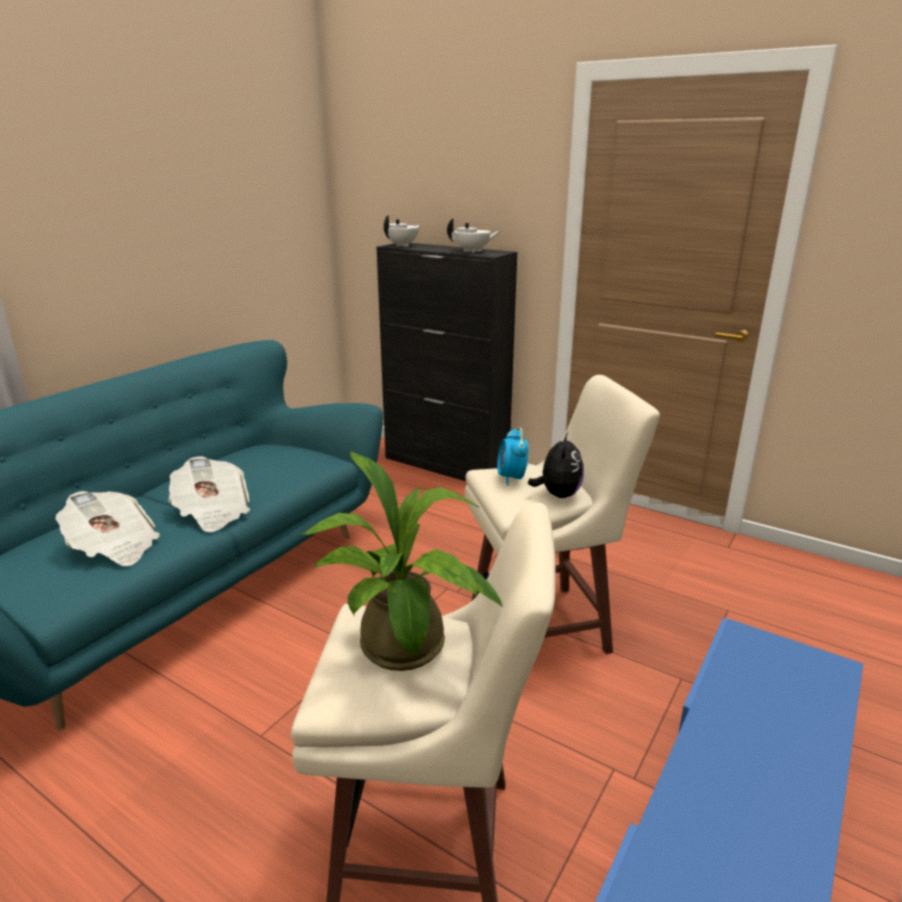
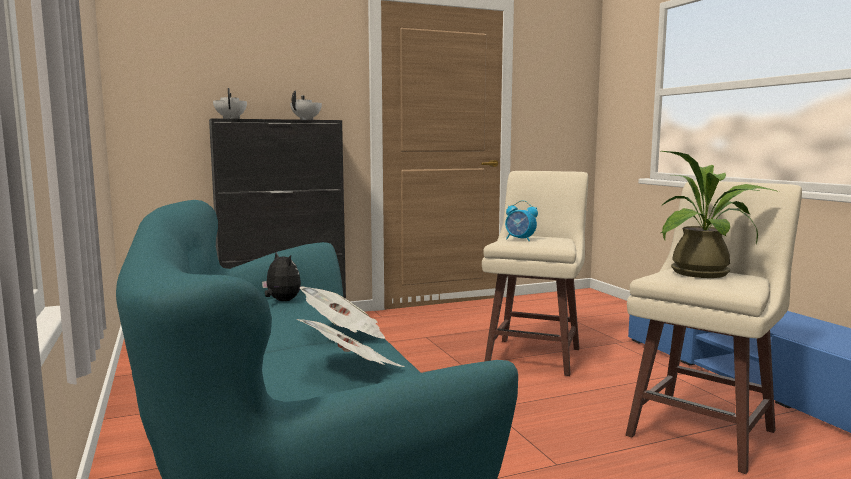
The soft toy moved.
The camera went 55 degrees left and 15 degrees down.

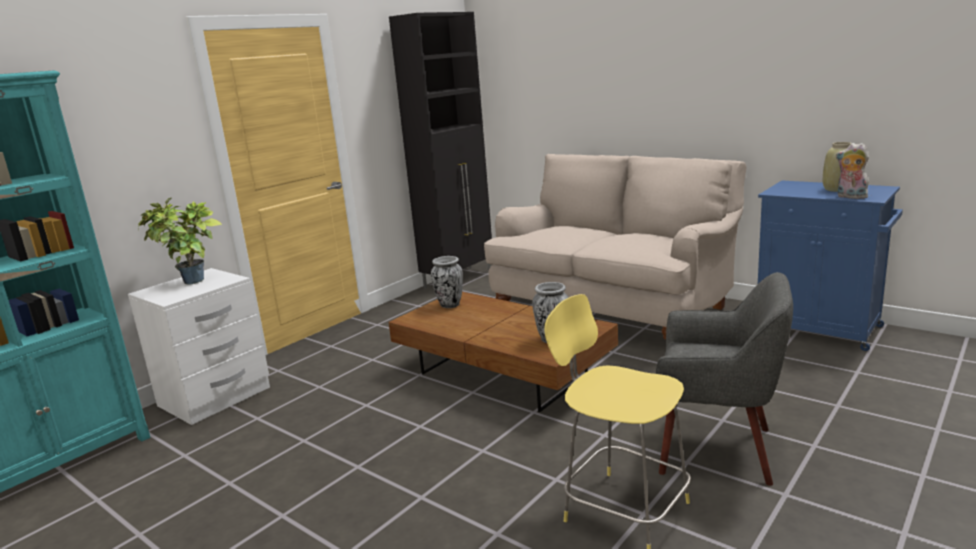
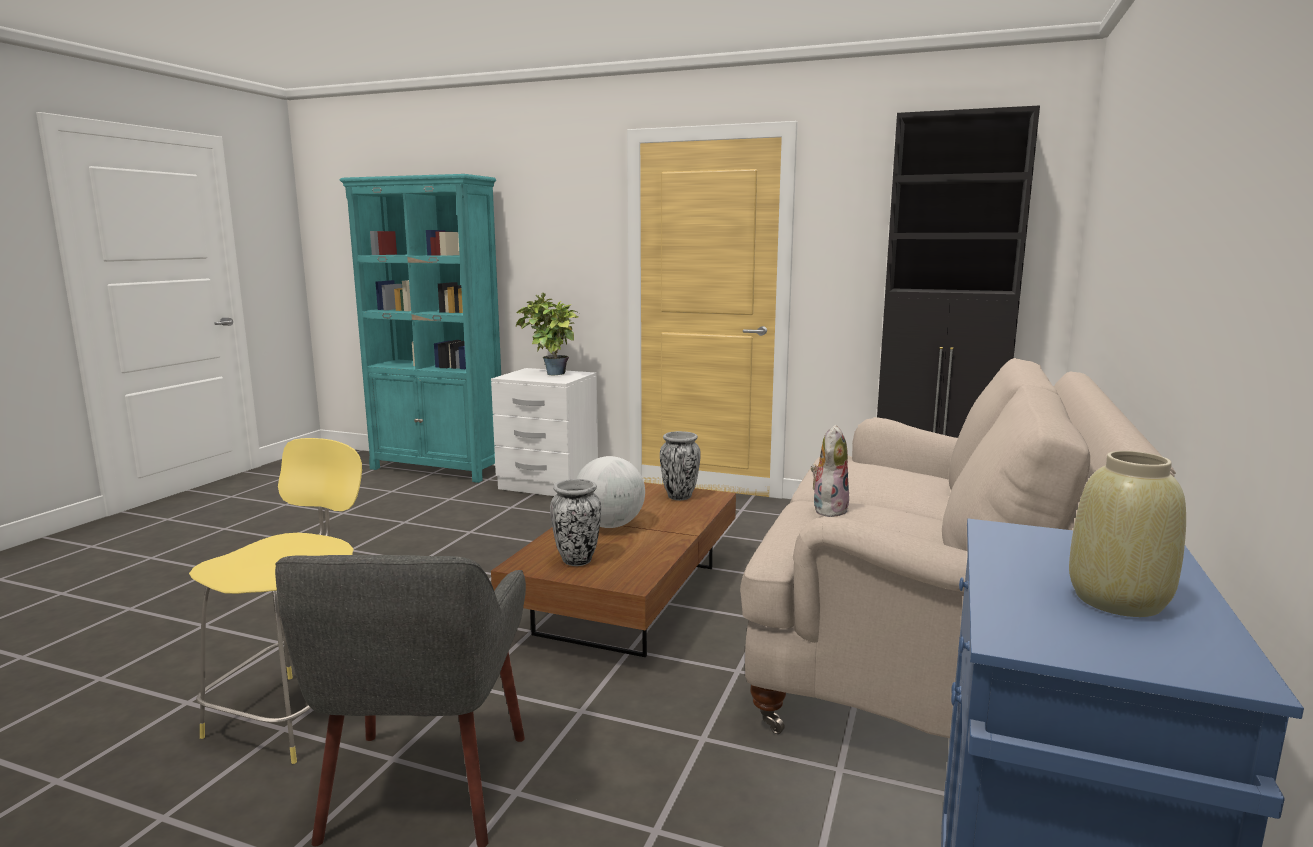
The soft toy moved.
The globe appeared.
The camera went 70 degrees right and 5 degrees down.

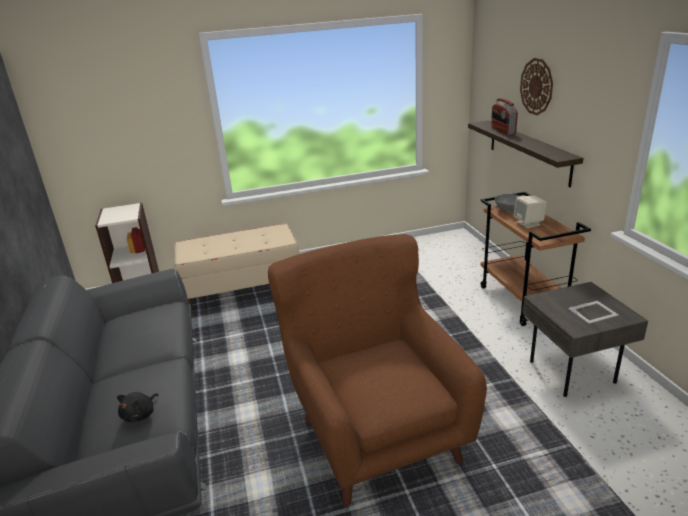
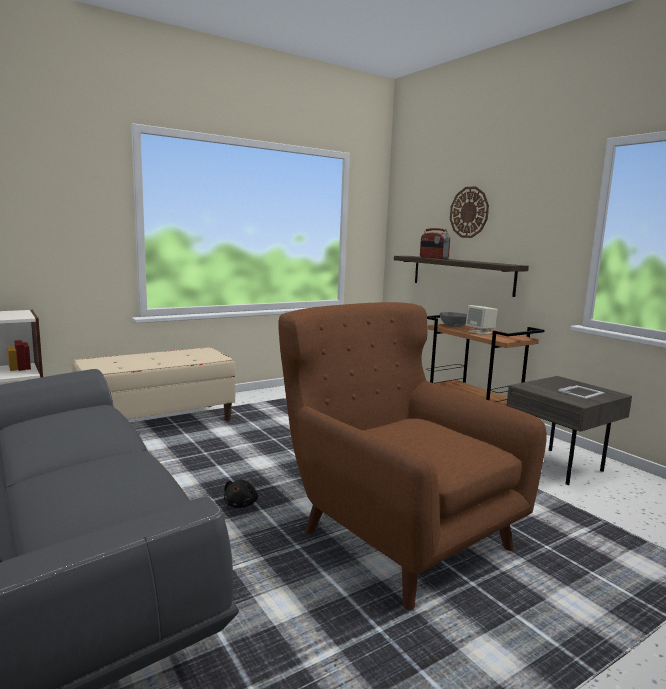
The blackish soft toy moved.
The camera went 20 degrees left and 15 degrees down.

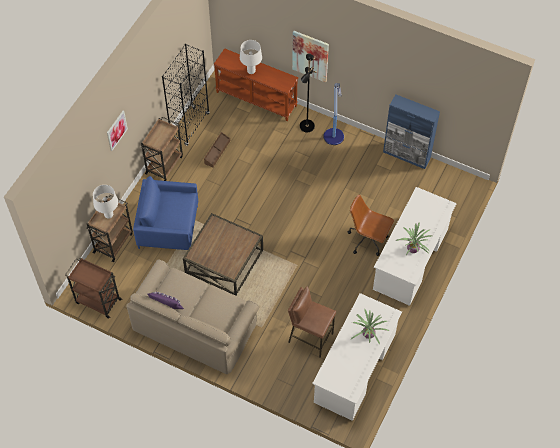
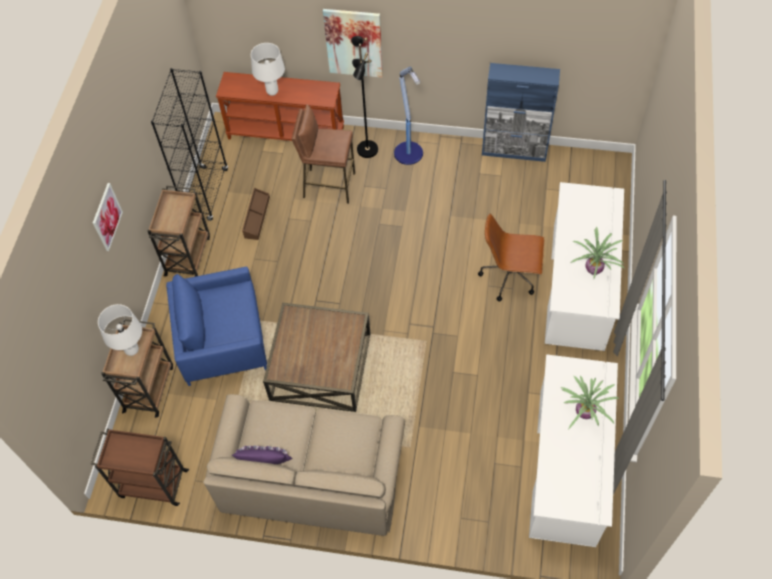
The brown sitting stool moved.
The camera went 15 degrees left and 0 degrees up.

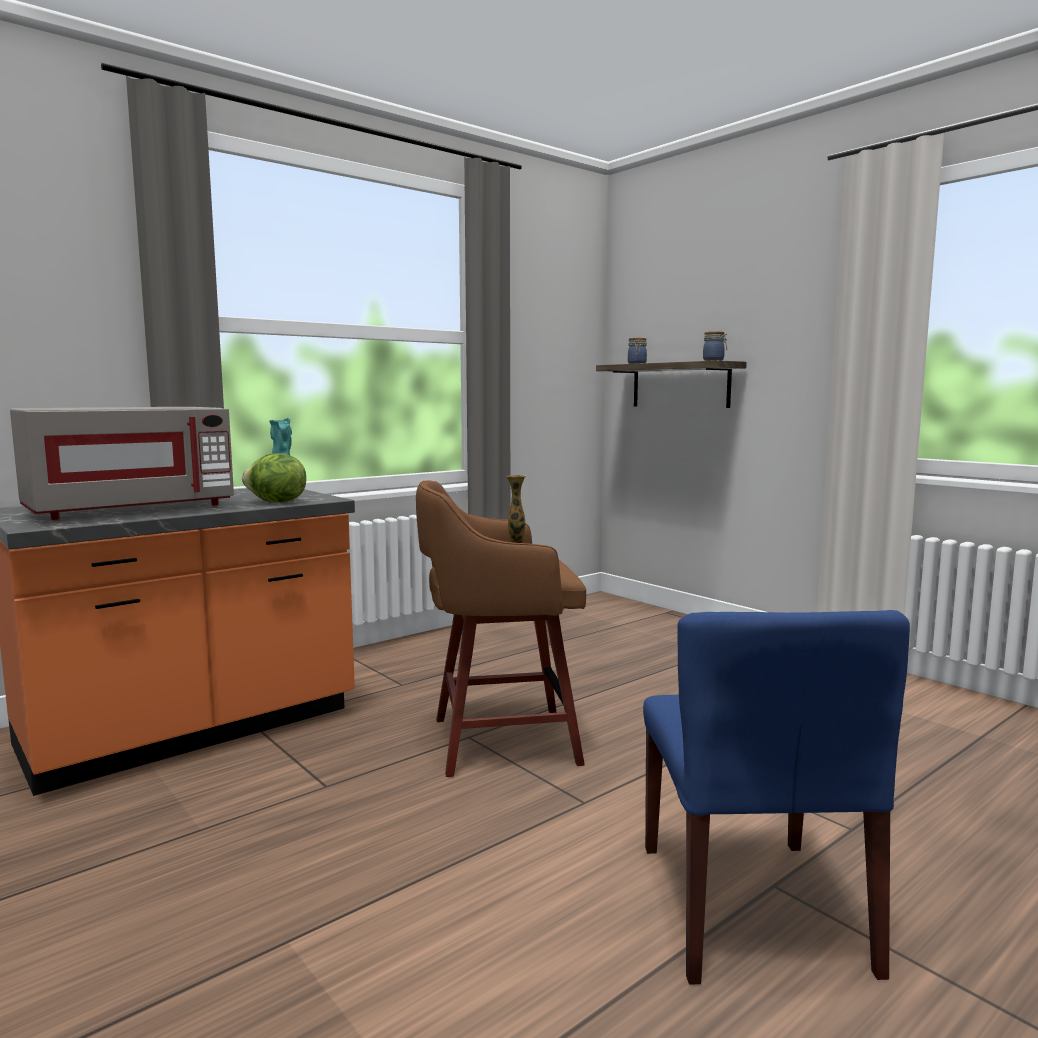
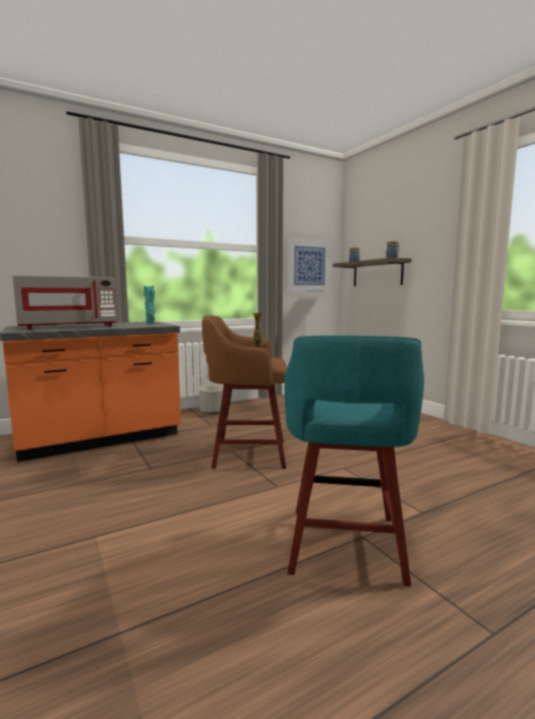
The head of lettuce disappeared.
The blue-coloured upright chair was replaced by the turquoise-coloured sitting stool.
The gray plant pot appeared.
The wall art appeared.
The camera went 10 degrees right and 0 degrees up.

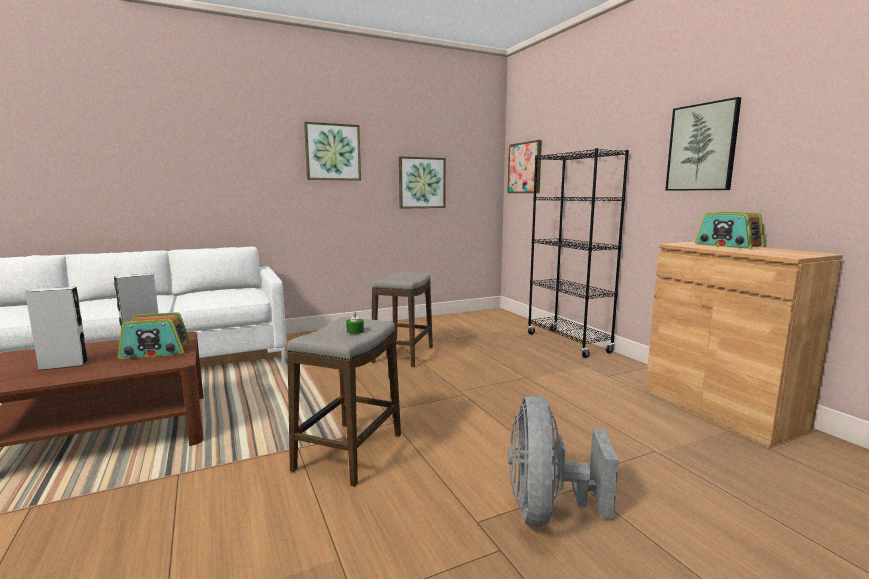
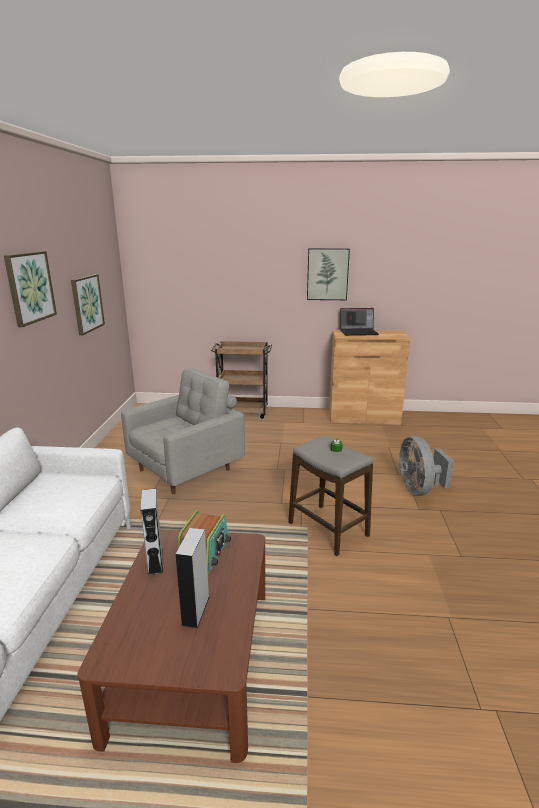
The sitting stool (2nd from left) was replaced by the gray lounge chair.
The wall art (3rd from left) disappeared.
The gray fan turned 45 degrees clockwise.
The blackish shelving unit was replaced by the brown wheeled cart.
The radio set (2nd from left) was replaced by the laptop.
The camera went 60 degrees left and 10 degrees up.

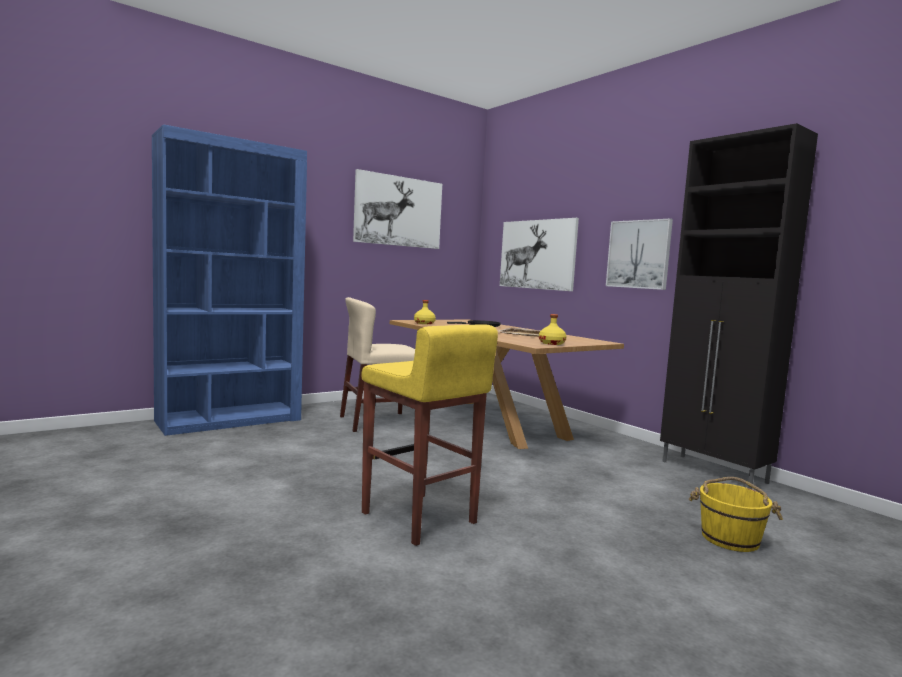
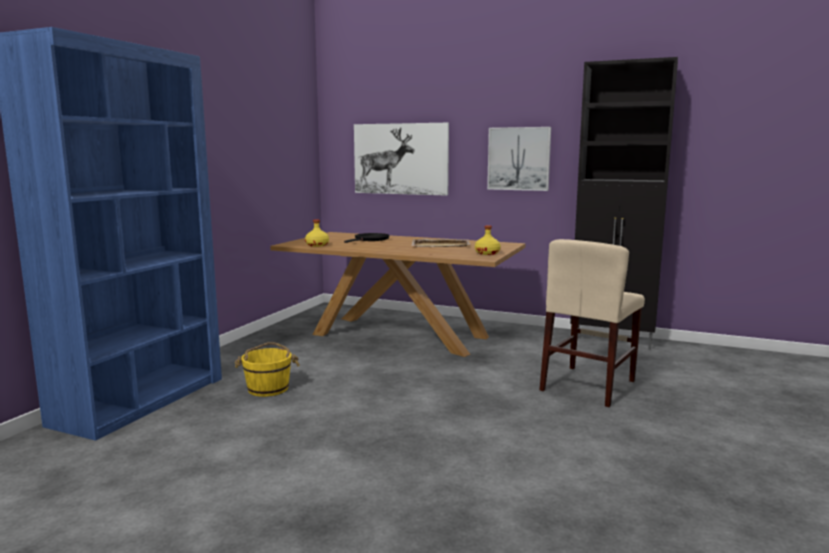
The beige-coloured upright chair moved.
The wall art (1st from left) disappeared.
The yellow sitting stool disappeared.
The yellow water bucket moved.
The camera went 30 degrees left and 5 degrees up.

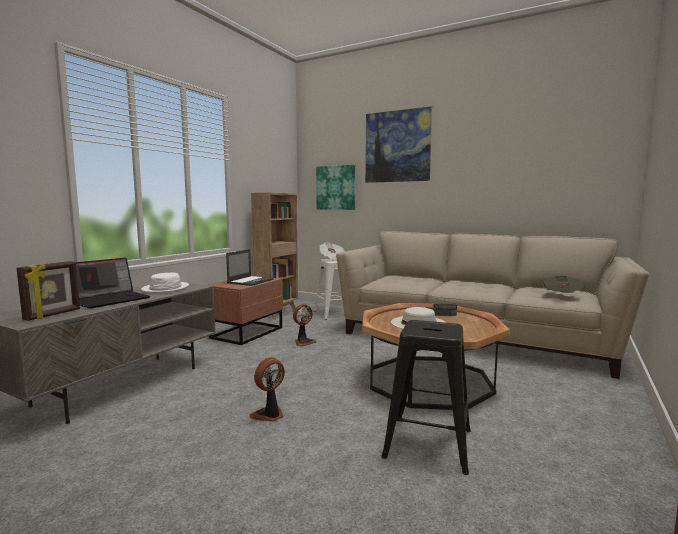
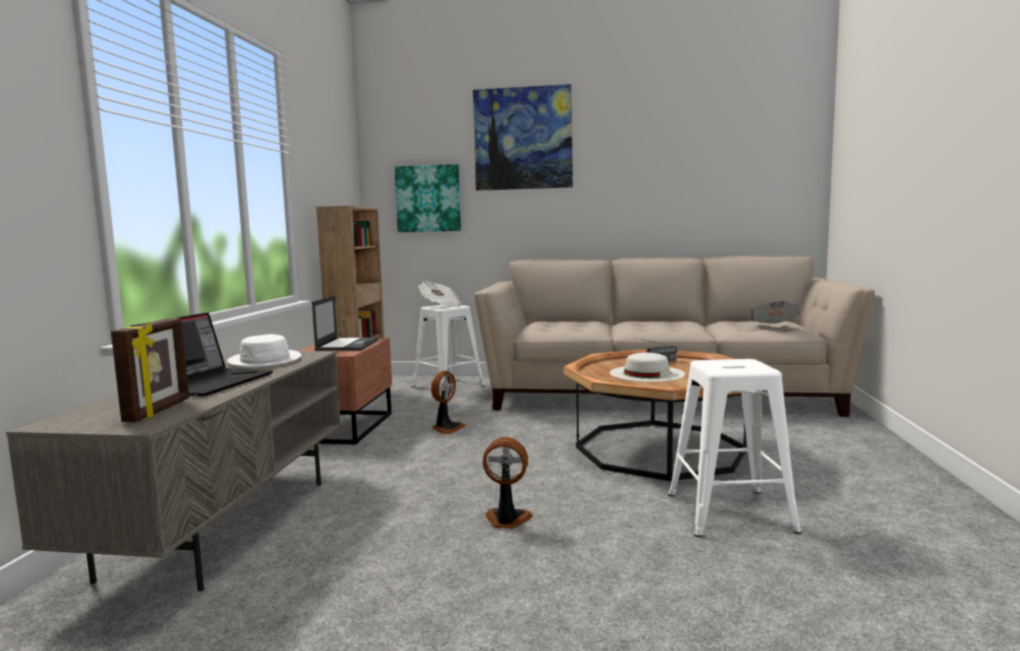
The fan (1st from left in the first image) turned 75 degrees clockwise.
The blackish sitting stool became the whitish sitting stool (2nd from left).
The camera went 20 degrees left and 0 degrees up.

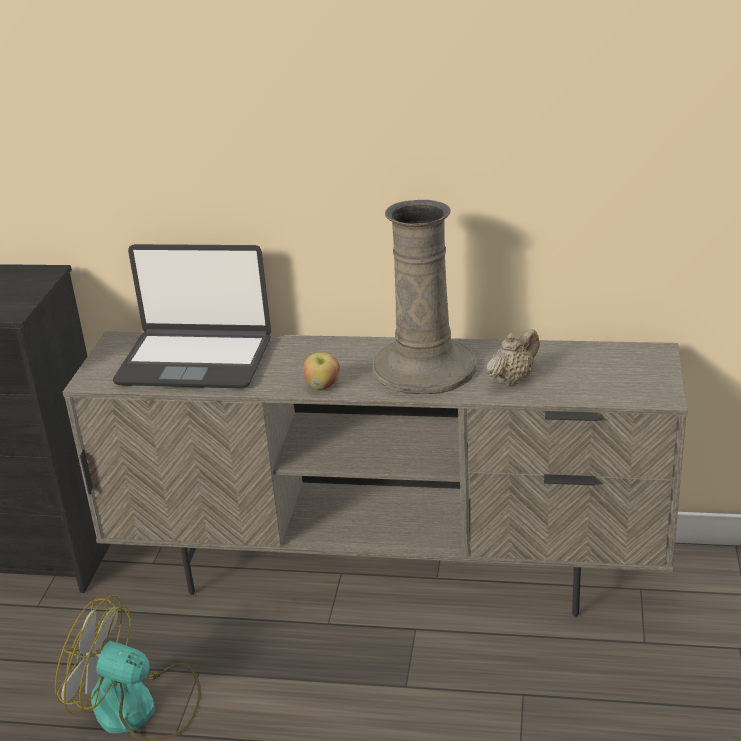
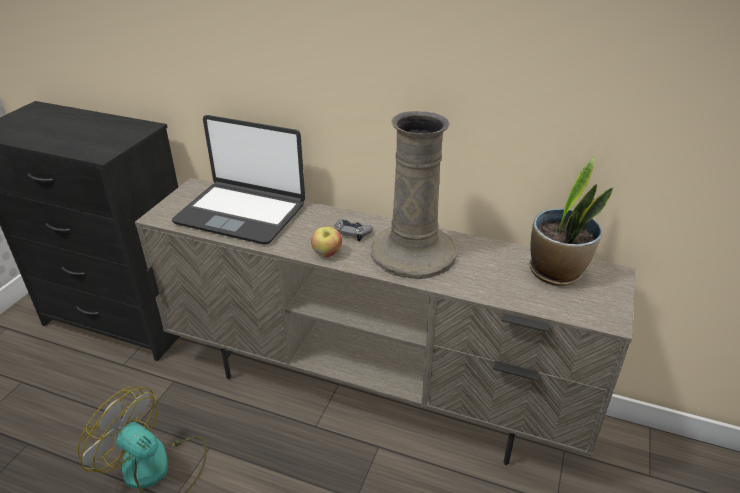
The beige-coloured teapot disappeared.
The gray game controller appeared.
The potted plant appeared.
The camera went 10 degrees right and 5 degrees up.

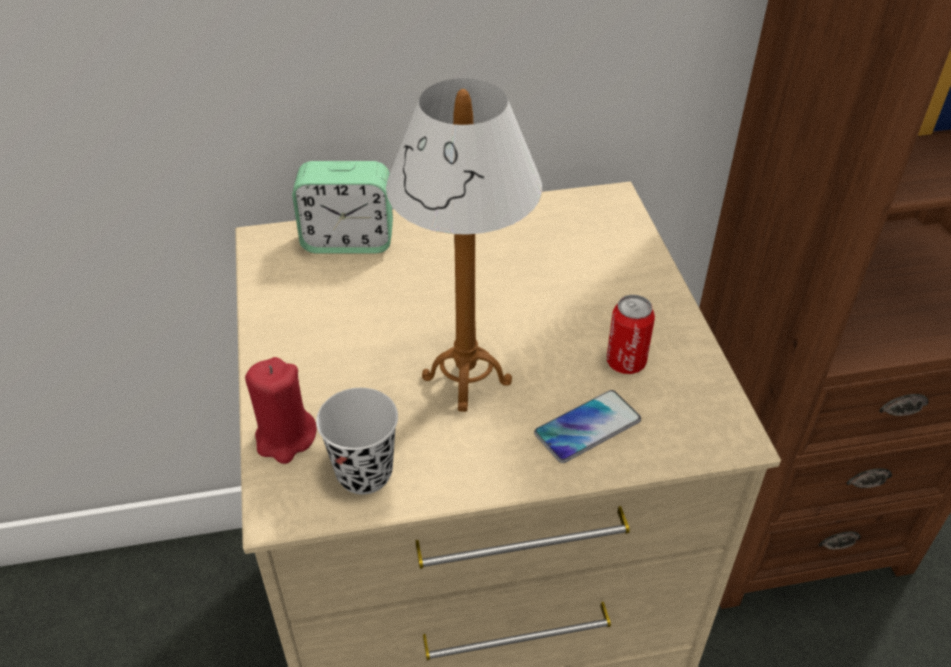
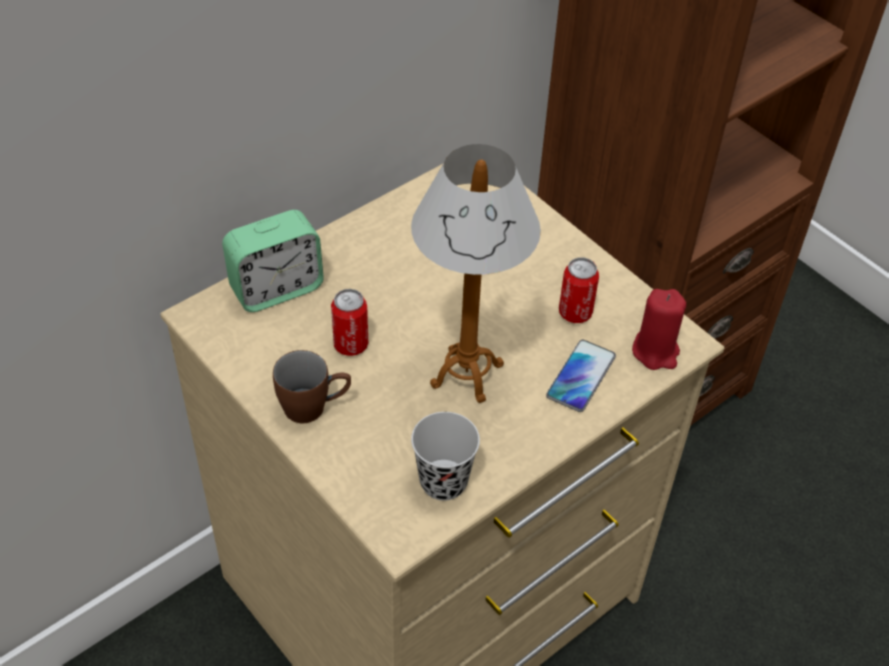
The red-coloured candle moved.
The brown tea mug appeared.
The sealed can (1st from left) appeared.
The camera went 30 degrees left and 5 degrees up.

